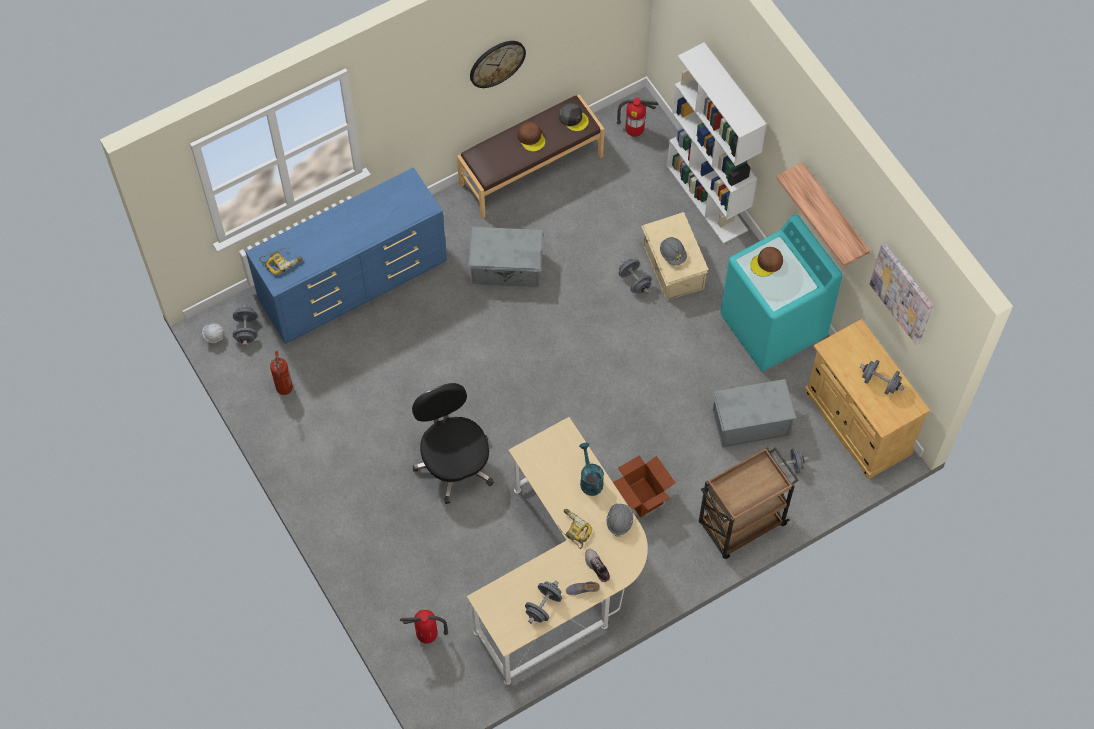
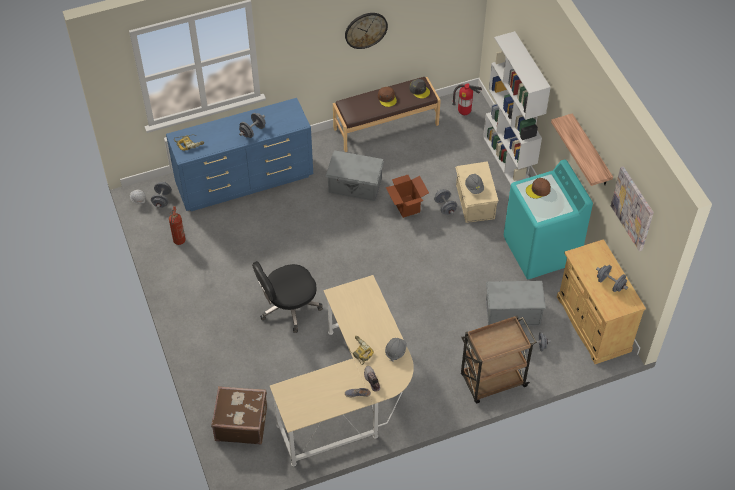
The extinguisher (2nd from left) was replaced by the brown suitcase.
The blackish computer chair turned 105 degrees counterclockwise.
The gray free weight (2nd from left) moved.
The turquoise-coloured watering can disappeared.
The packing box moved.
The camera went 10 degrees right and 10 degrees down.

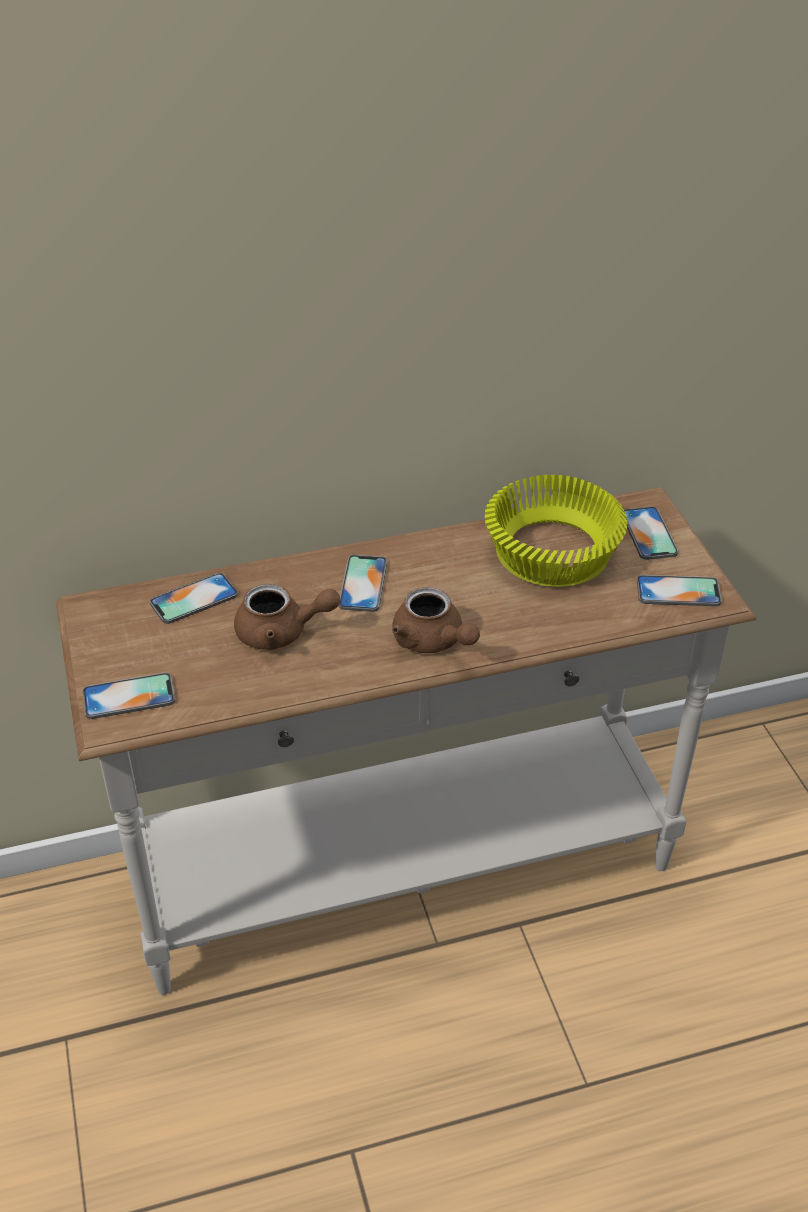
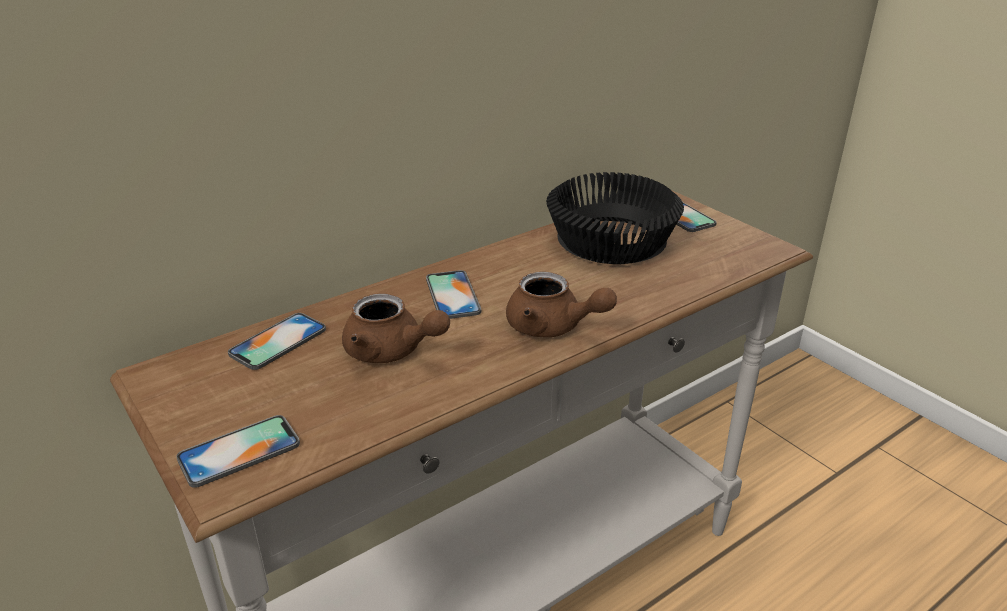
The brown teapot (1st from left) turned 45 degrees clockwise.
The yellow bowl became the blackish bowl.
The handset (5th from left) disappeared.
The camera went 20 degrees left and 10 degrees down.

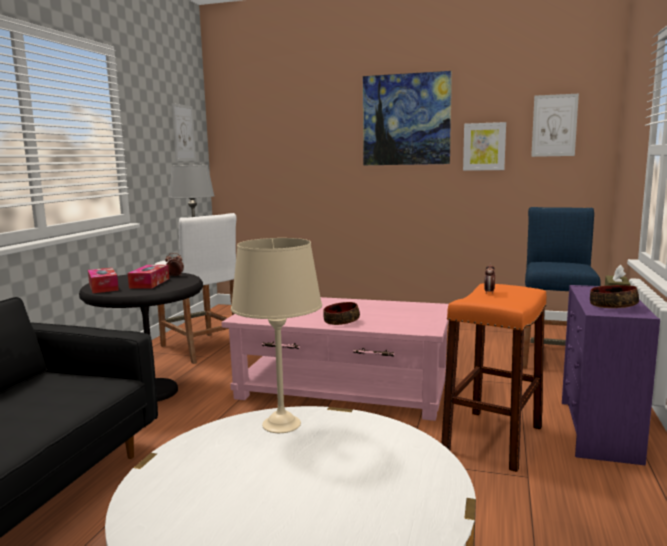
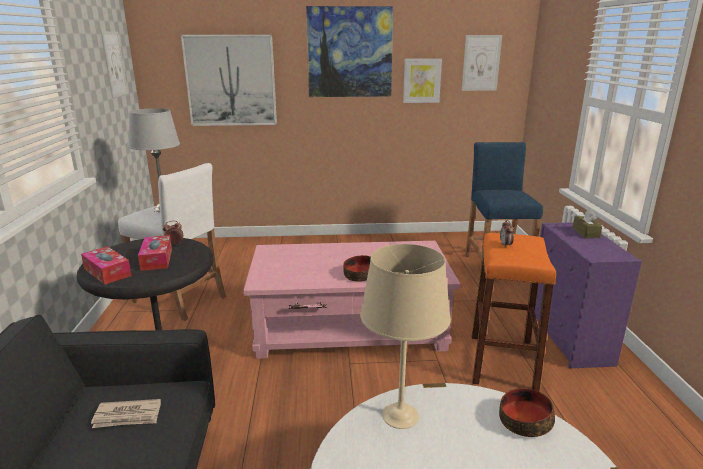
The bowl (2nd from left) moved.
The newspaper appeared.
The wall art (2nd from left) appeared.
The camera went 20 degrees left and 10 degrees up.

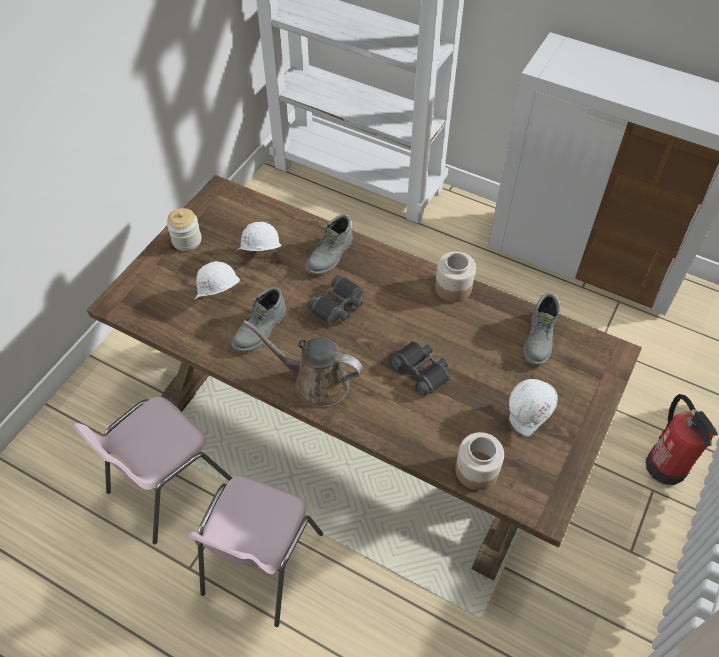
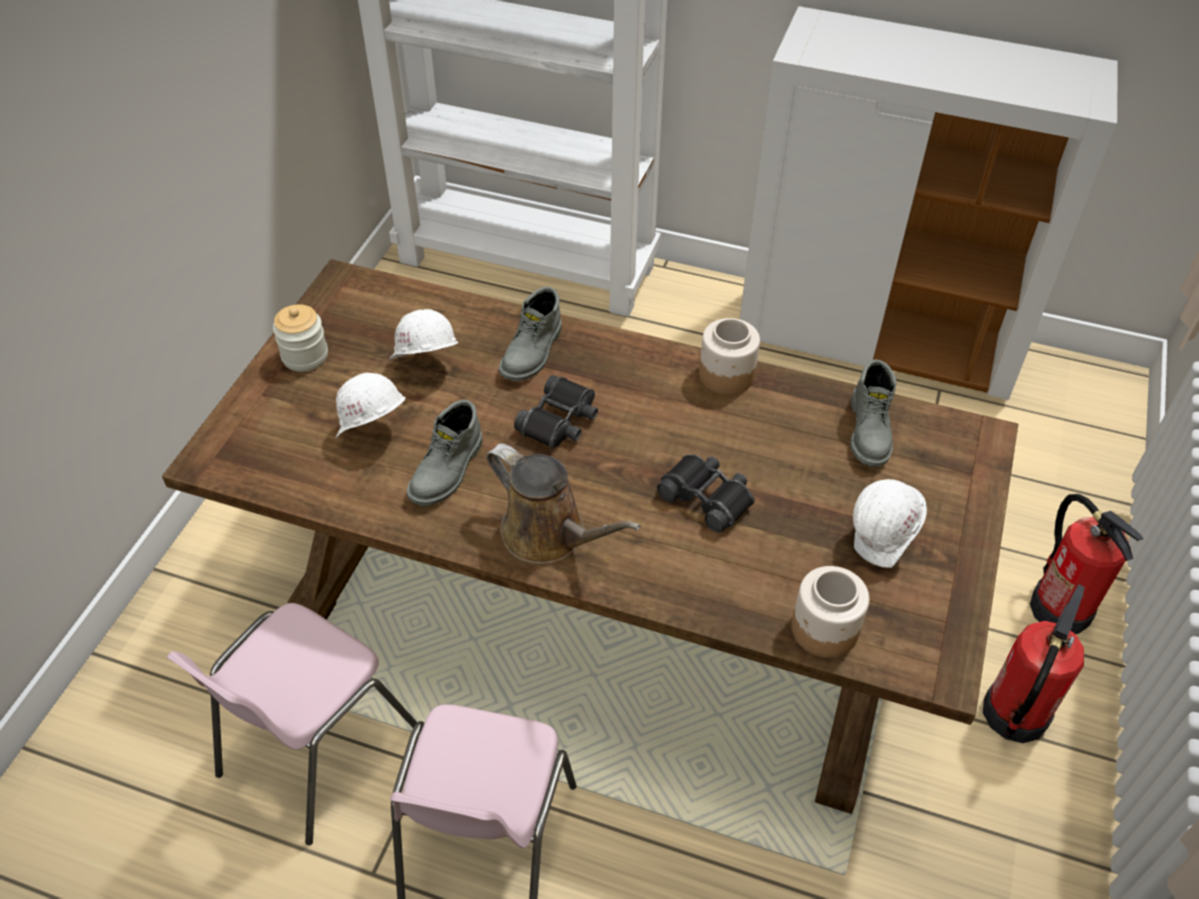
The brown watering can turned 150 degrees counterclockwise.
The extinguisher (1st from left) appeared.
The camera went 10 degrees left and 5 degrees down.

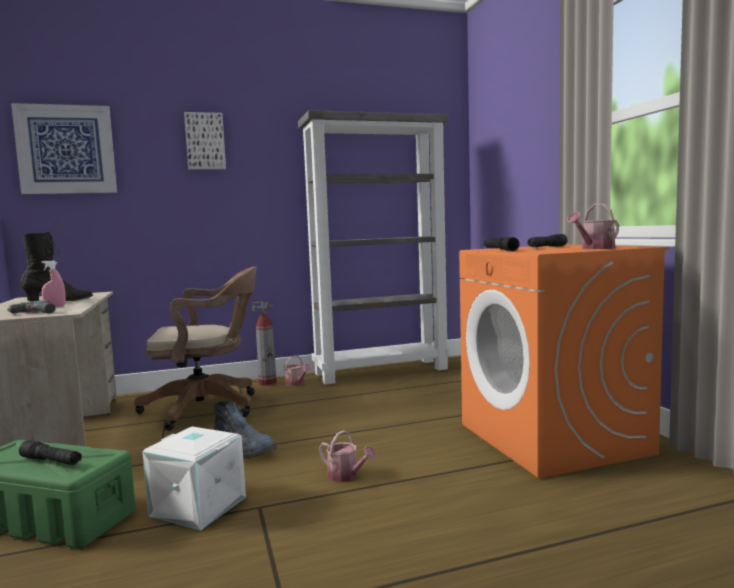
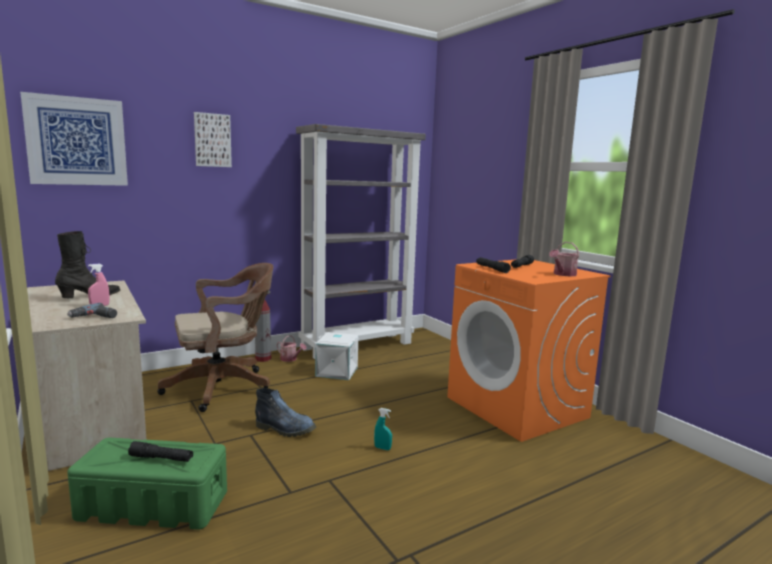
The whitish storage container moved.
The watering can (2nd from left) was replaced by the turquoise-coloured sprayer.
The camera went 15 degrees left and 5 degrees up.

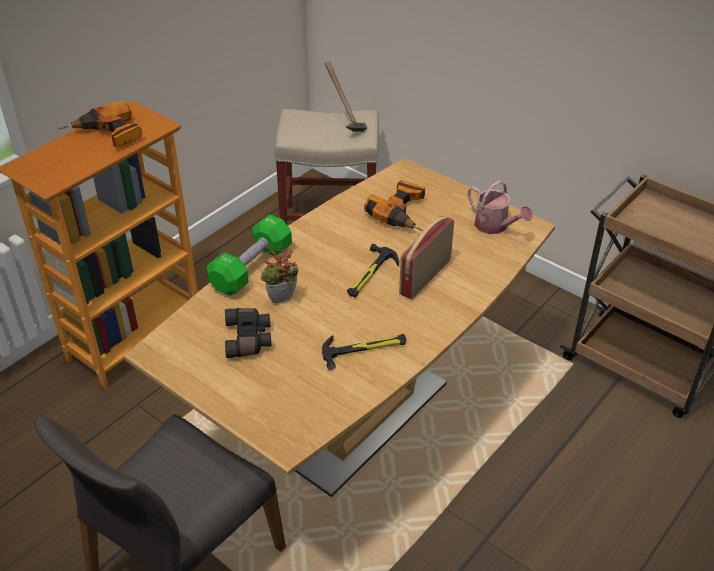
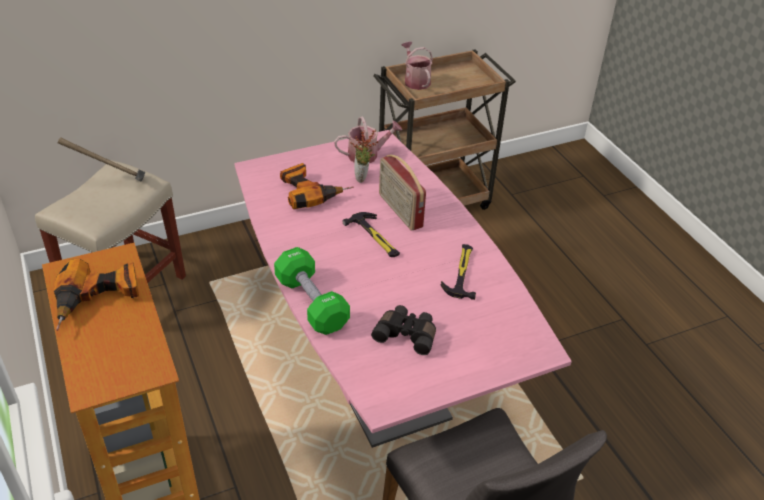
The brown dinner table became the pink-coloured dinner table.
The potted plant moved.
The watering can (2nd from left) appeared.
The camera went 65 degrees left and 0 degrees up.

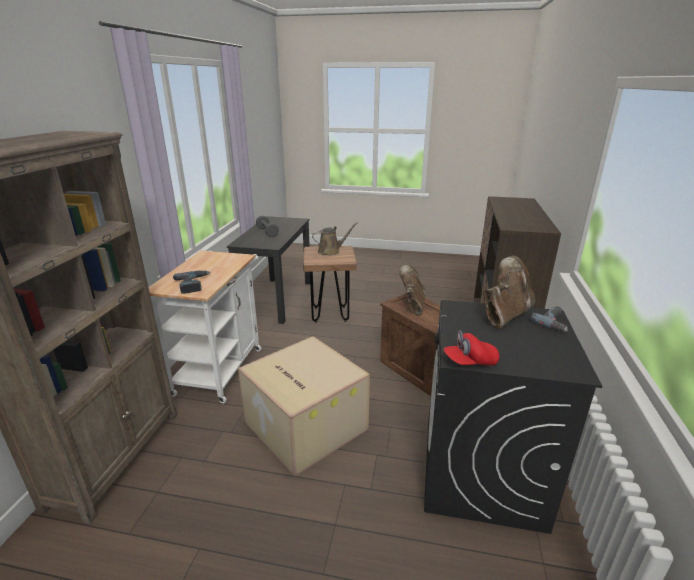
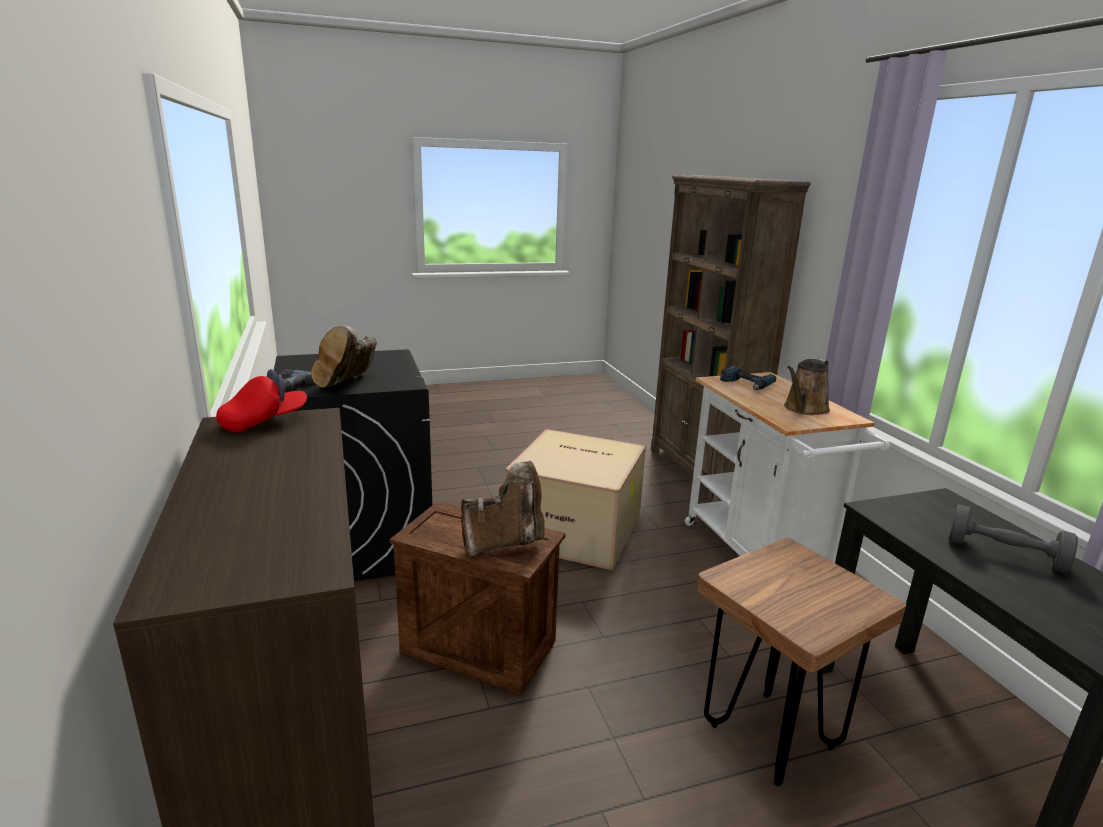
The brown watering can moved.
The brown high-top boot (1st from left in the first image) turned 90 degrees counterclockwise.
The red-coloured peaked cap moved.
The camera went 150 degrees right and 5 degrees down.

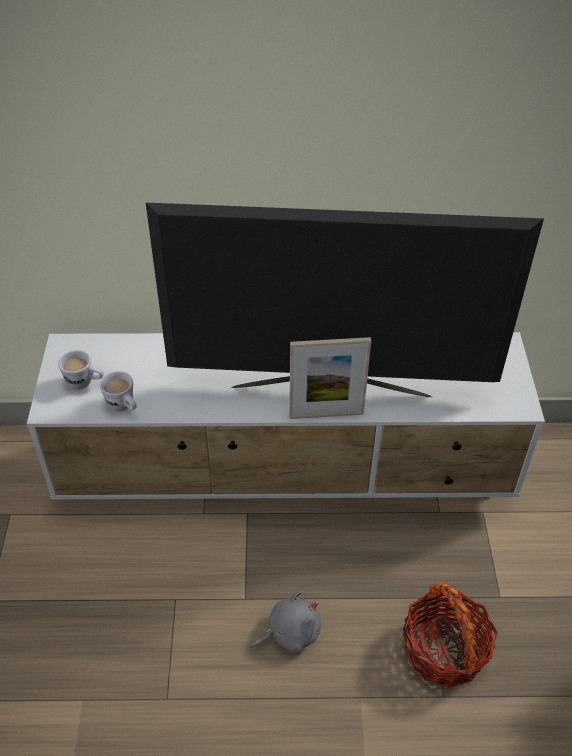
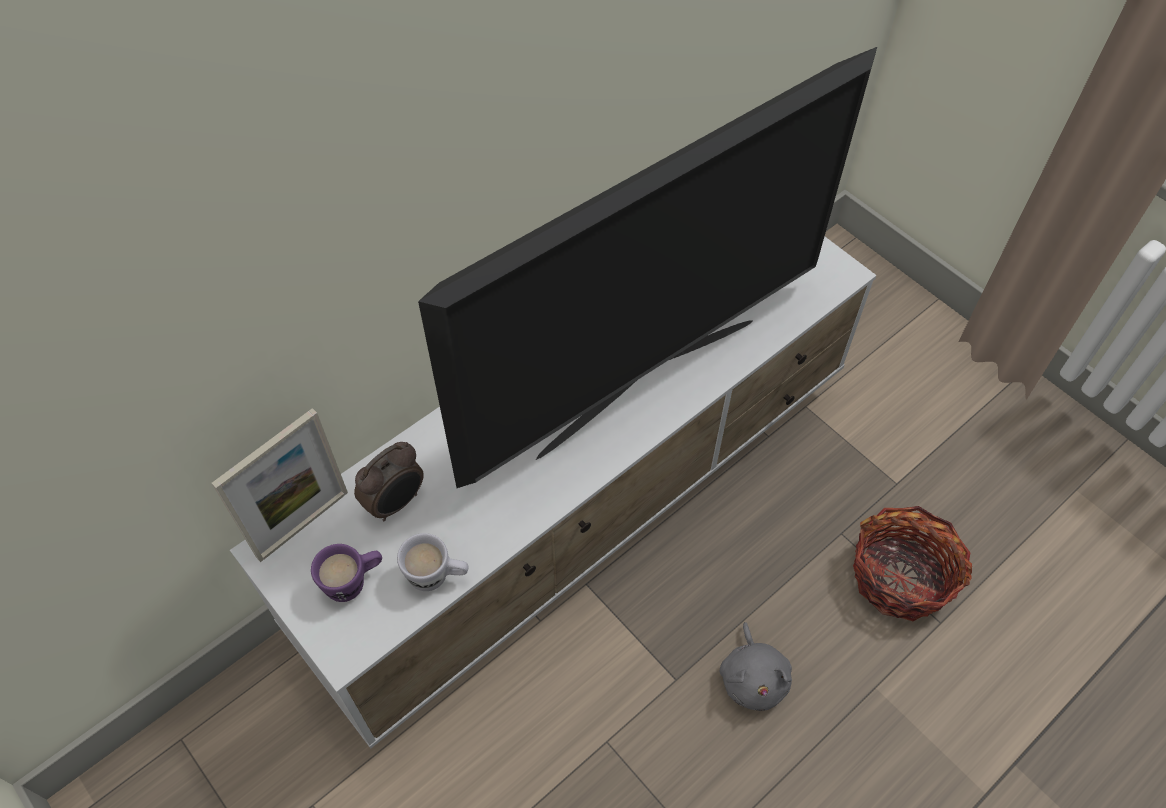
The whitish tea mug (1st from left) became the purplish tea mug.
The gray soft toy turned 150 degrees clockwise.
The picture frame moved.
The bedside clock appeared.
The camera went 40 degrees left and 10 degrees up.

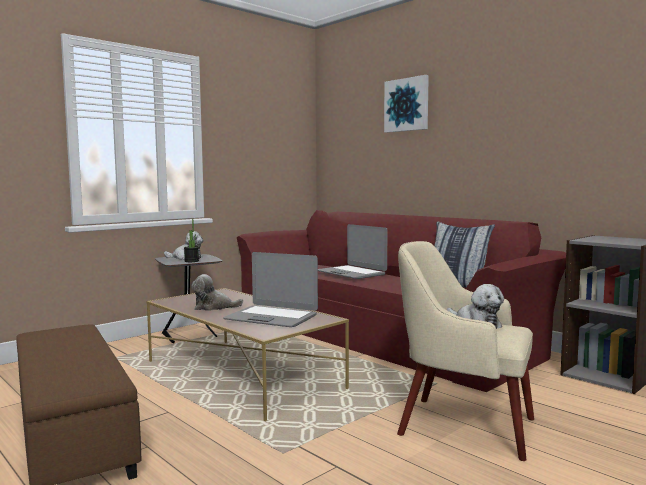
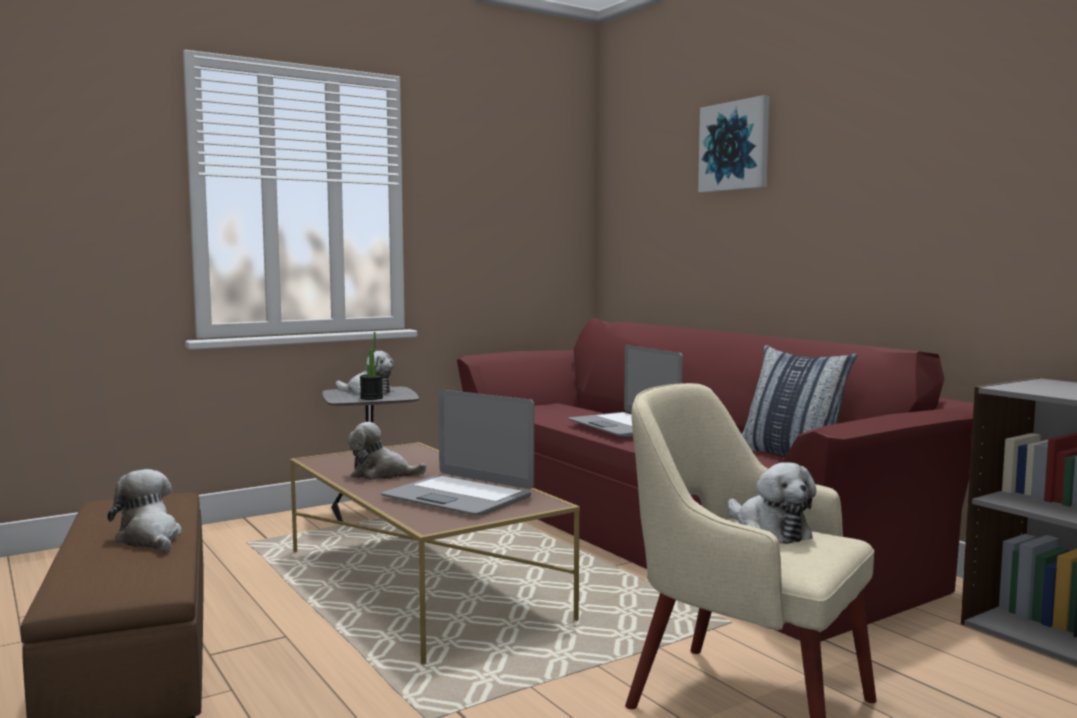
The soft toy (1st from left) appeared.
The camera went 10 degrees right and 0 degrees up.

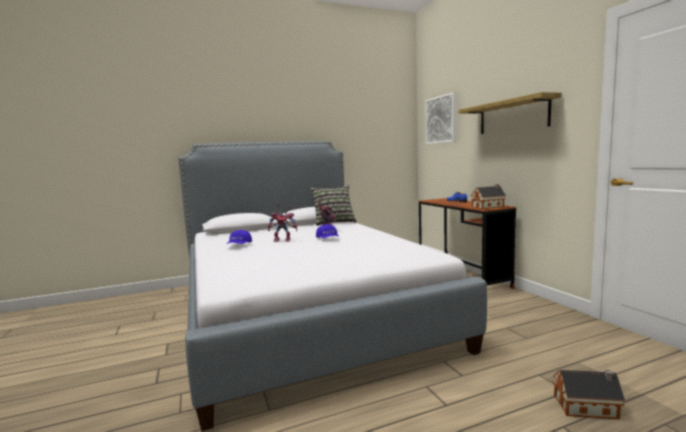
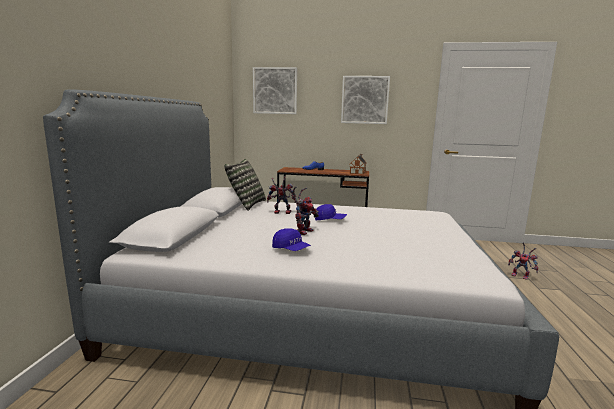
The shelf was replaced by the wall art (2nd from left).
The model house (2nd from left) was replaced by the toy robot (3rd from left).
The camera went 60 degrees left and 5 degrees up.

